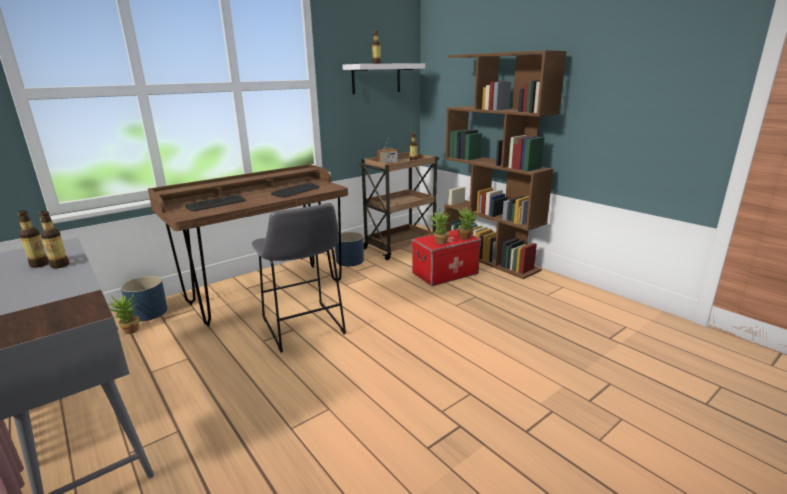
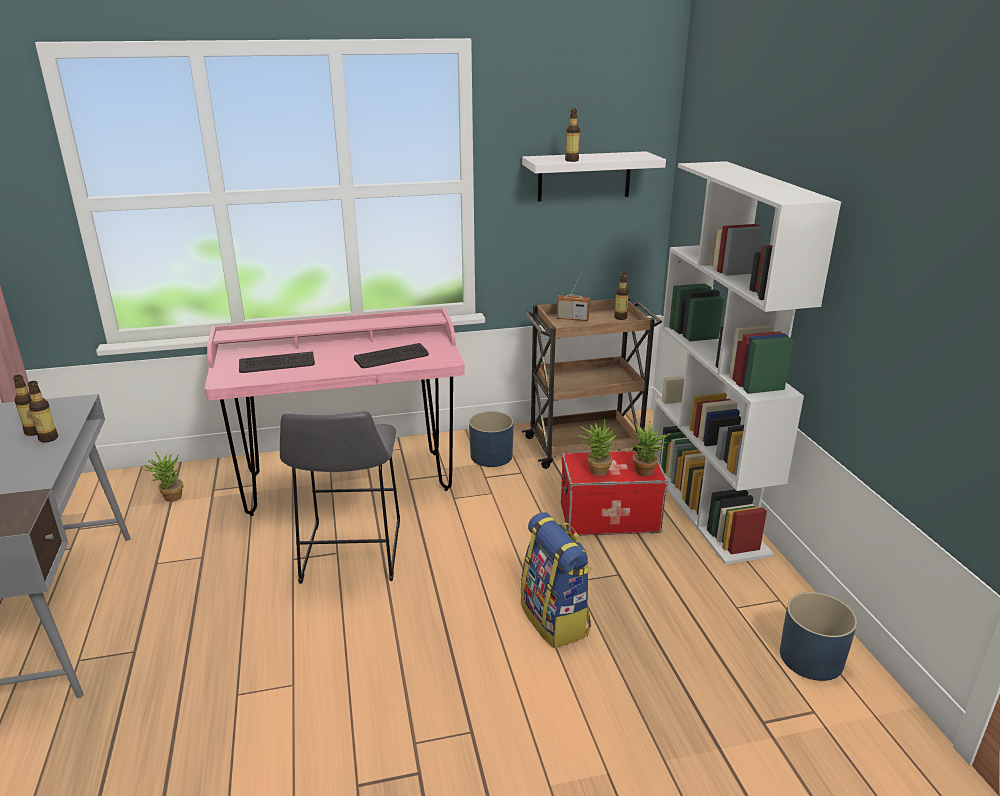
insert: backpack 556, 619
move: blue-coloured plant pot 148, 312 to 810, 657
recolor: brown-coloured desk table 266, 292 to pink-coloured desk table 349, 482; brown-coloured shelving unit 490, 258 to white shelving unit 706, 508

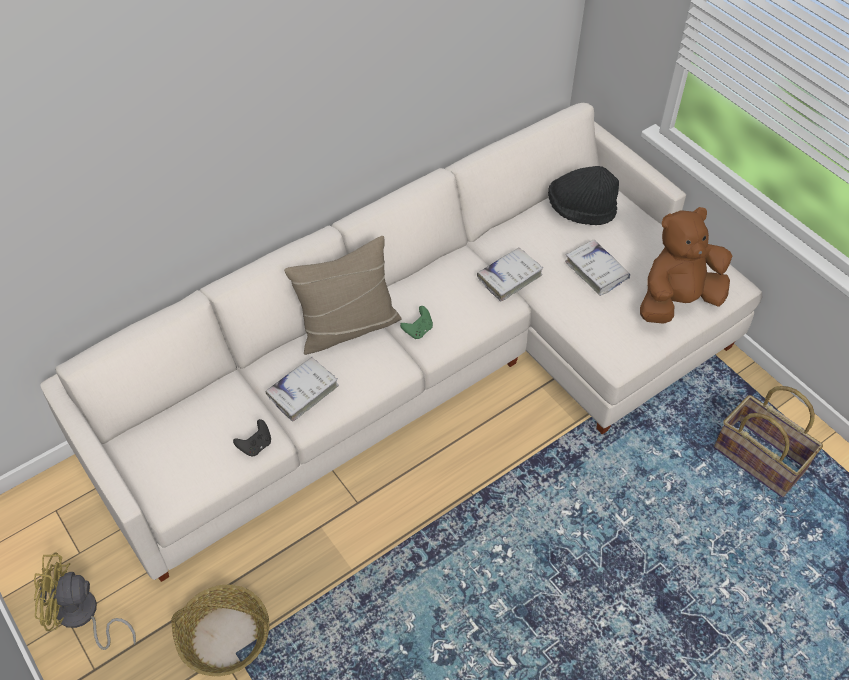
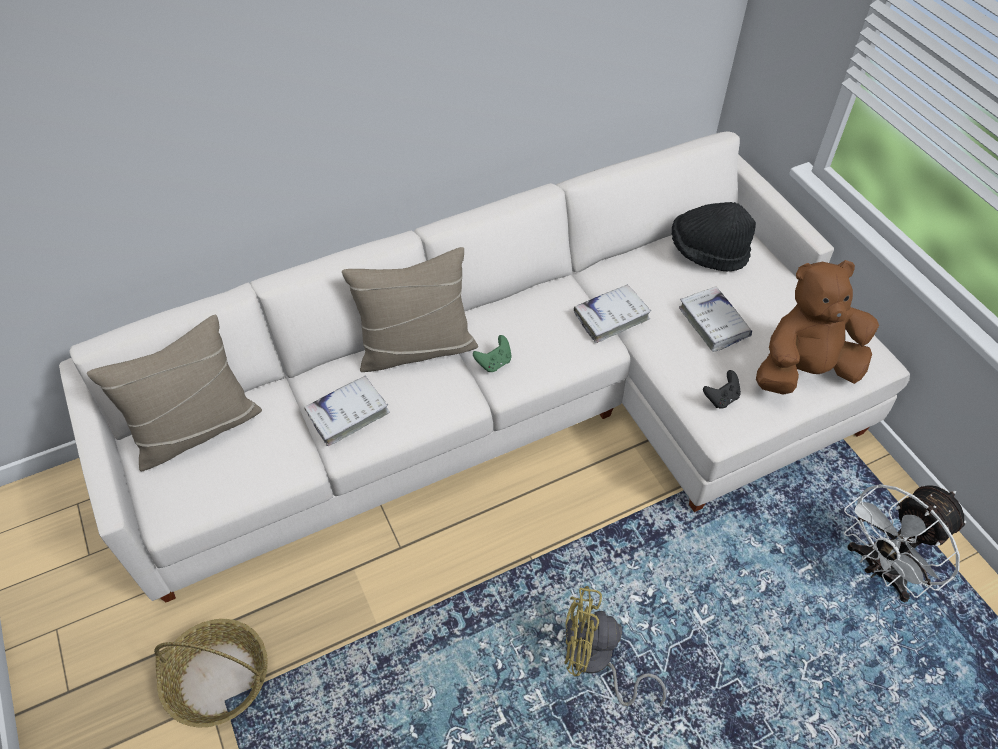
insert: beige throw pillow 196, 429
move: yellow-coloured cooling fan 82, 617 to 596, 661; black-coloured game controller 256, 445 to 721, 398
replace: basket 760, 458 to white cooling fan 879, 570

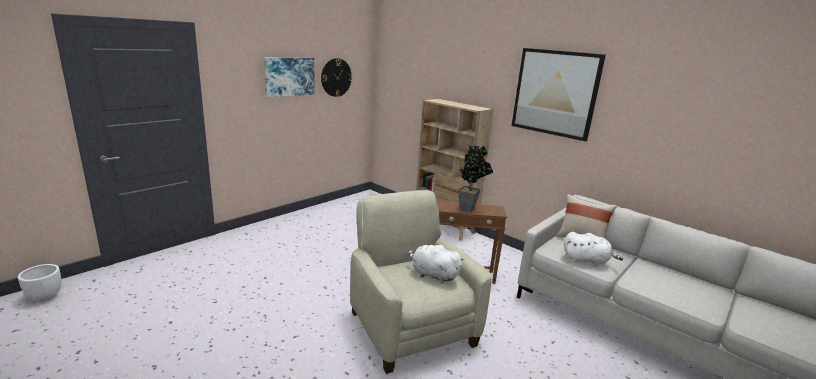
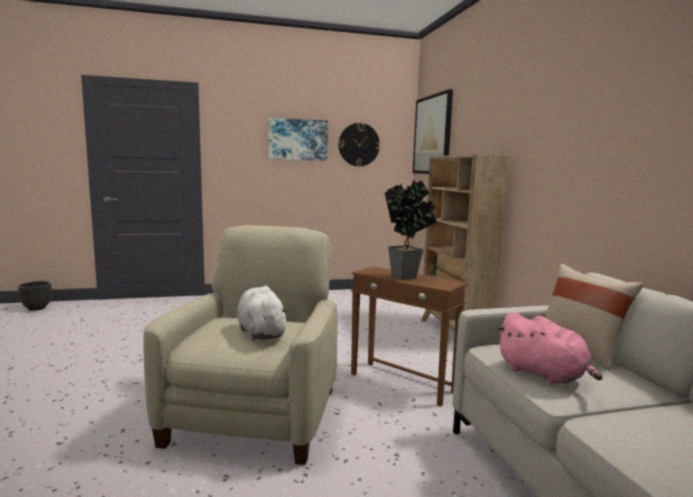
move: wall picture 555, 93 to 432, 135
recolor: white plant pot 45, 296 to black-coloured plant pot 37, 308; white soft toy 587, 260 to pink-coloured soft toy 543, 374

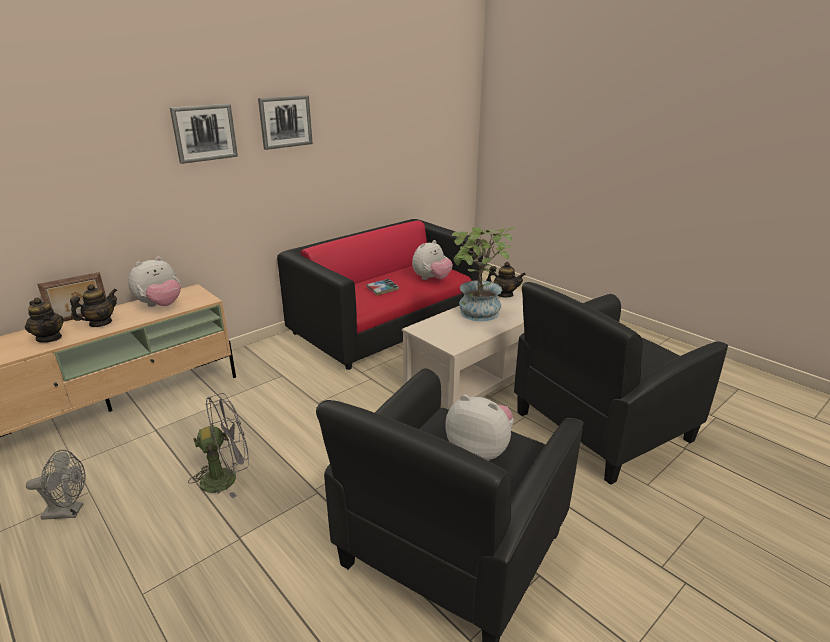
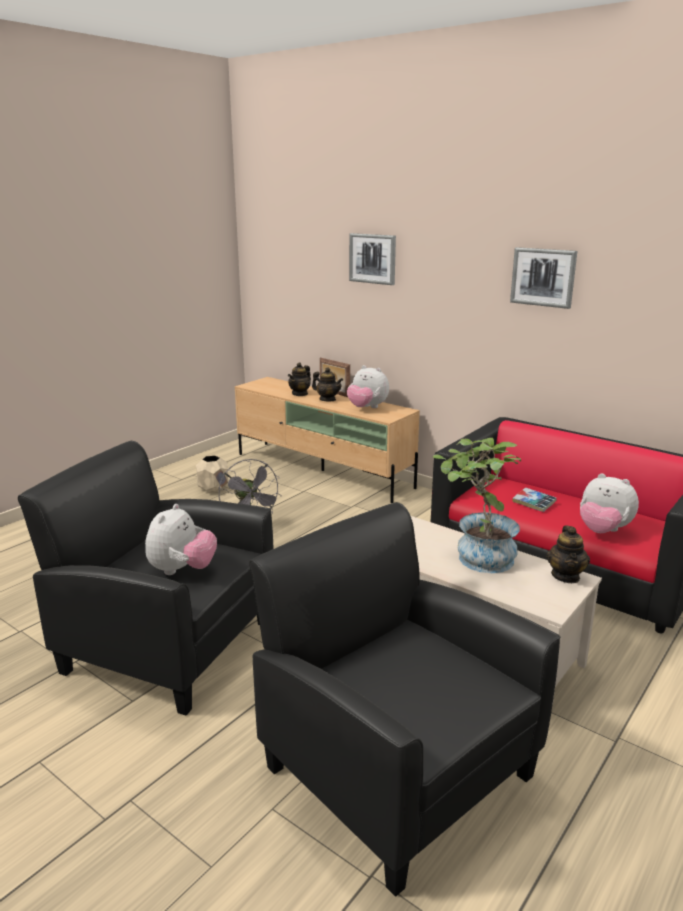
move: wall picture 204, 133 to 372, 258
replace: gray cooling fan 69, 511 to beige plant pot 213, 489

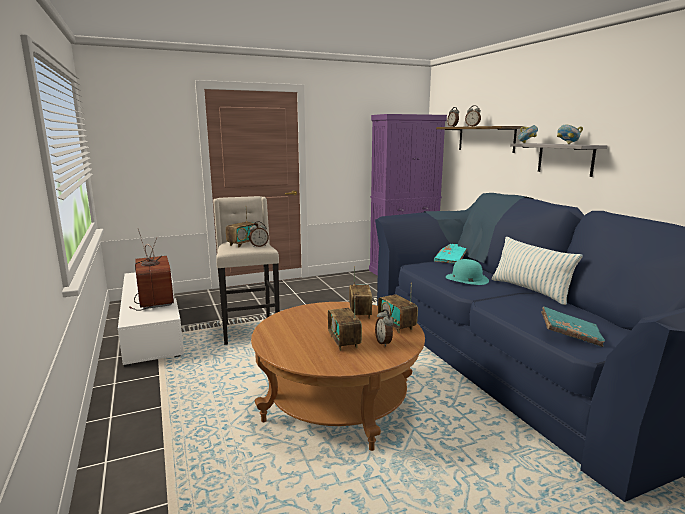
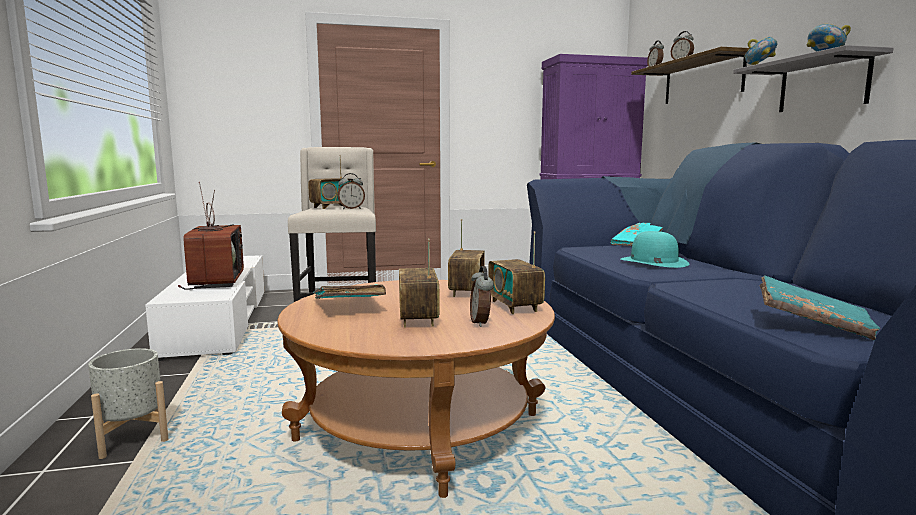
delete: throw pillow 530, 290
insert: gray plant pot 132, 438; turquoise bound book 348, 307

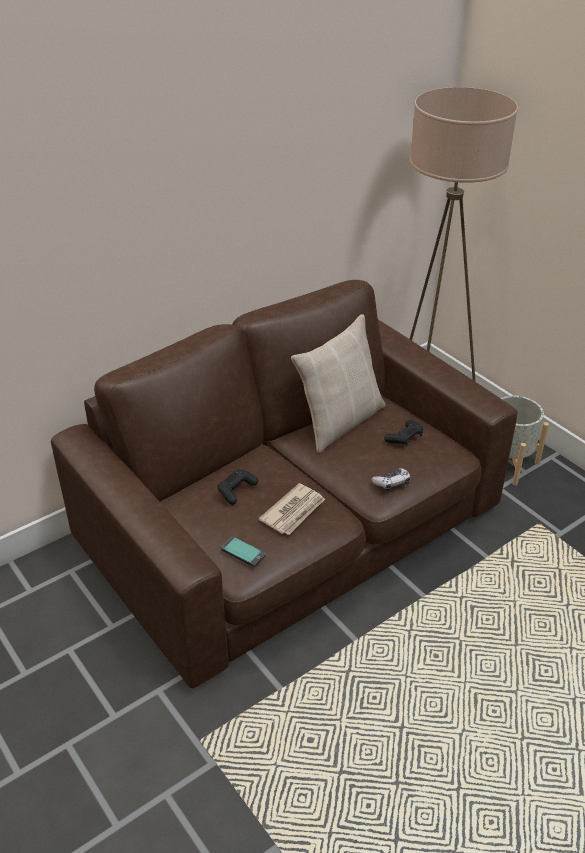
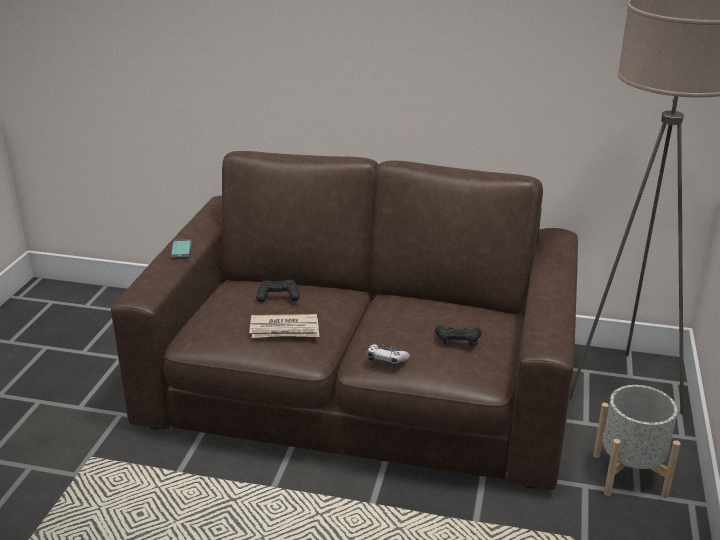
delete: beige throw pillow 340, 422
move: phone 243, 552 to 181, 250

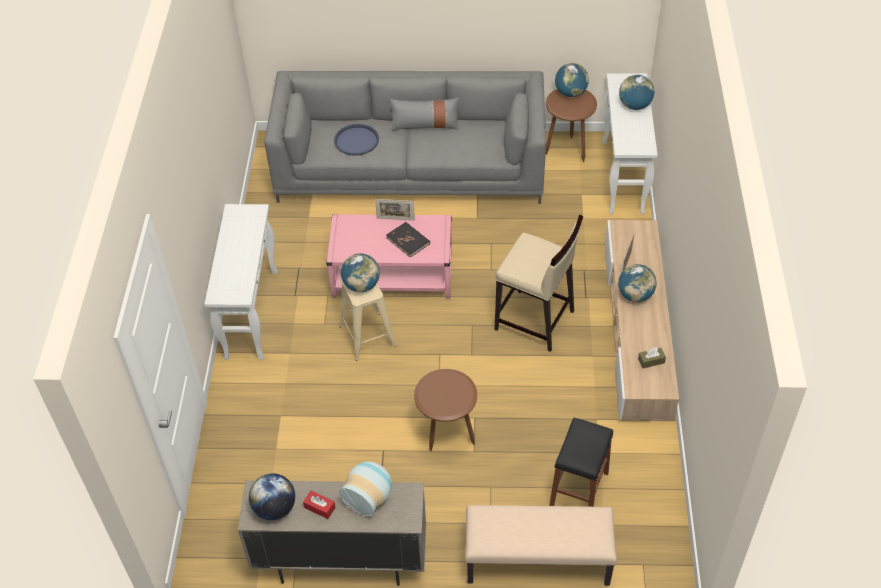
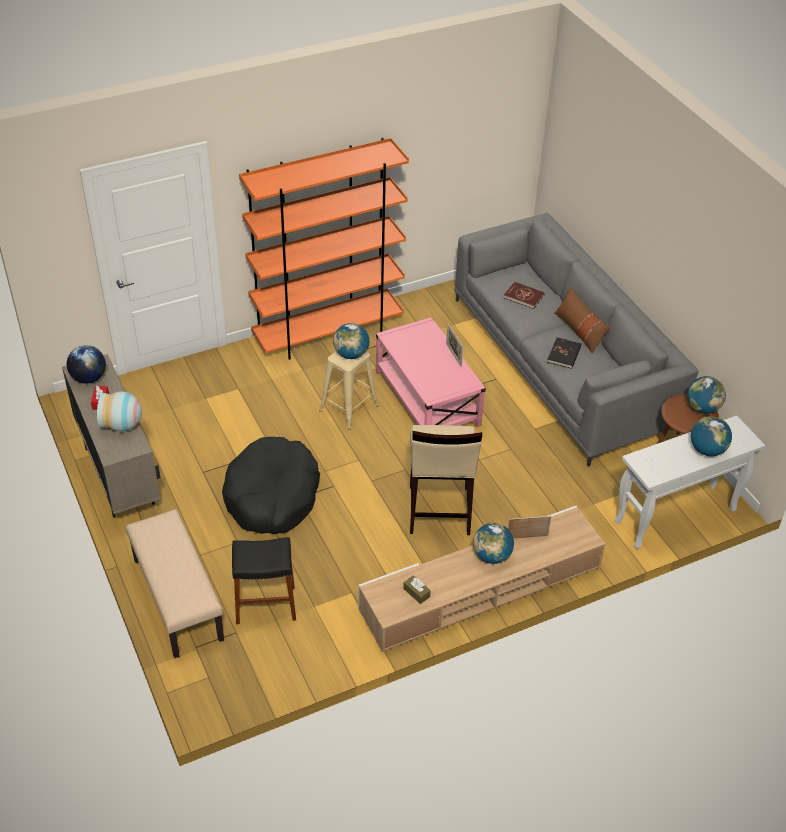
move: black-coloured bound book 408, 241 to 564, 354
replace: brown-coloured accent table 447, 438 to black-coloured dog cushion 272, 496; white narrow table 251, 313 to orange-coloured shelving unit 328, 333; blue-coloured carrying tray 356, 140 to red-coloured bound book 524, 296
recolor: gray throw pillow 425, 125 to brown-coloured throw pillow 579, 331

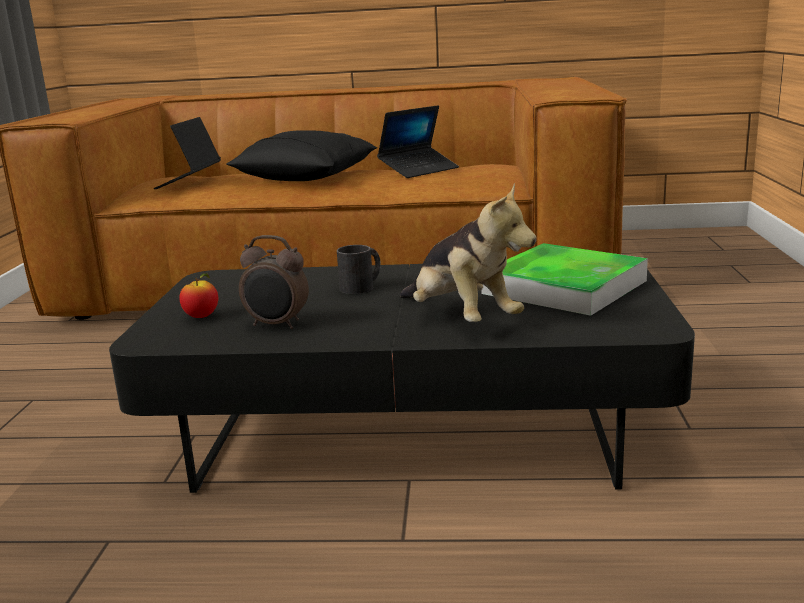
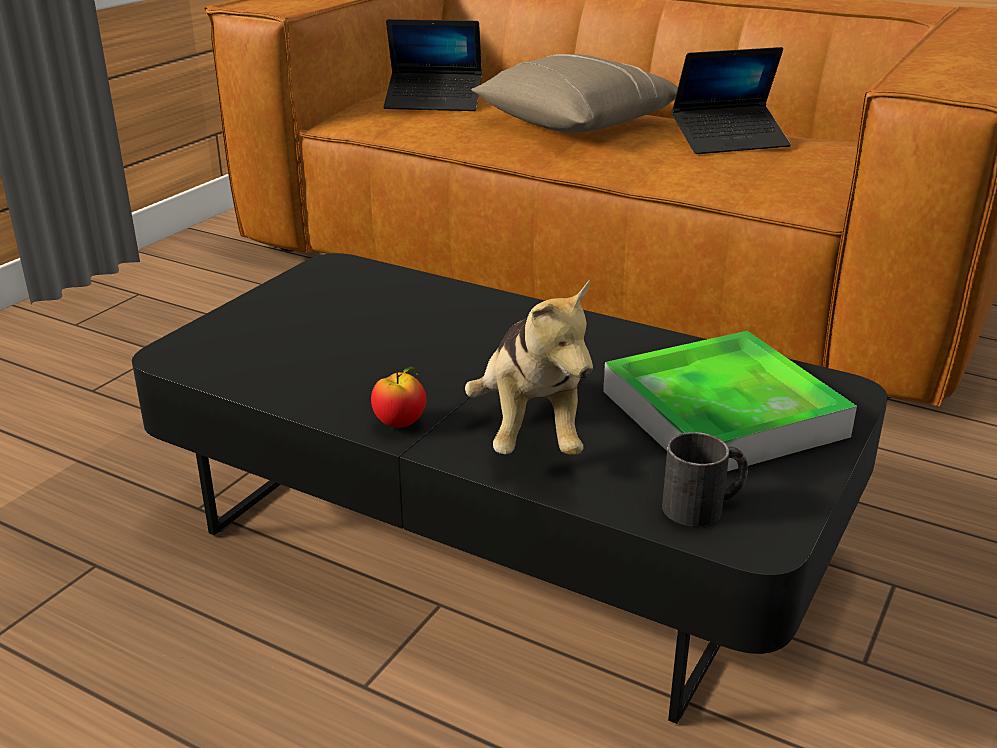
delete: table clock 277, 325
move: whole apple 201, 317 to 400, 423; black-coloured tea mug 362, 286 to 704, 506
recolor: black-coloured throw pillow 306, 177 to beige throw pillow 577, 122
rotate: laptop 189, 182 = 434, 102 120 degrees counterclockwise

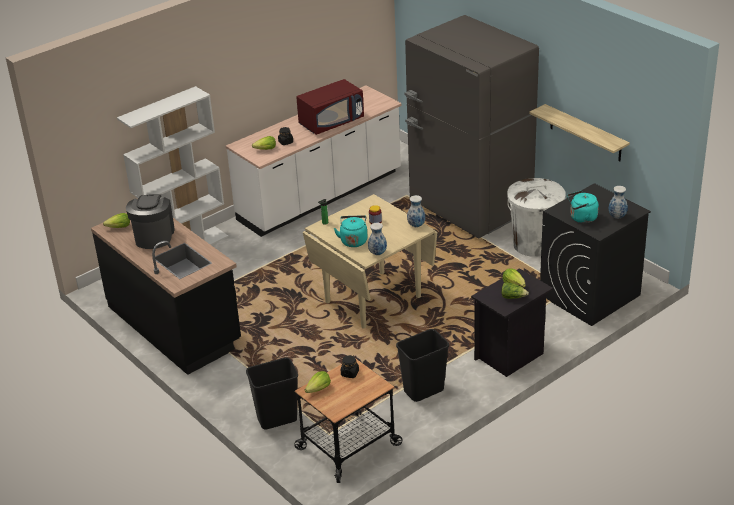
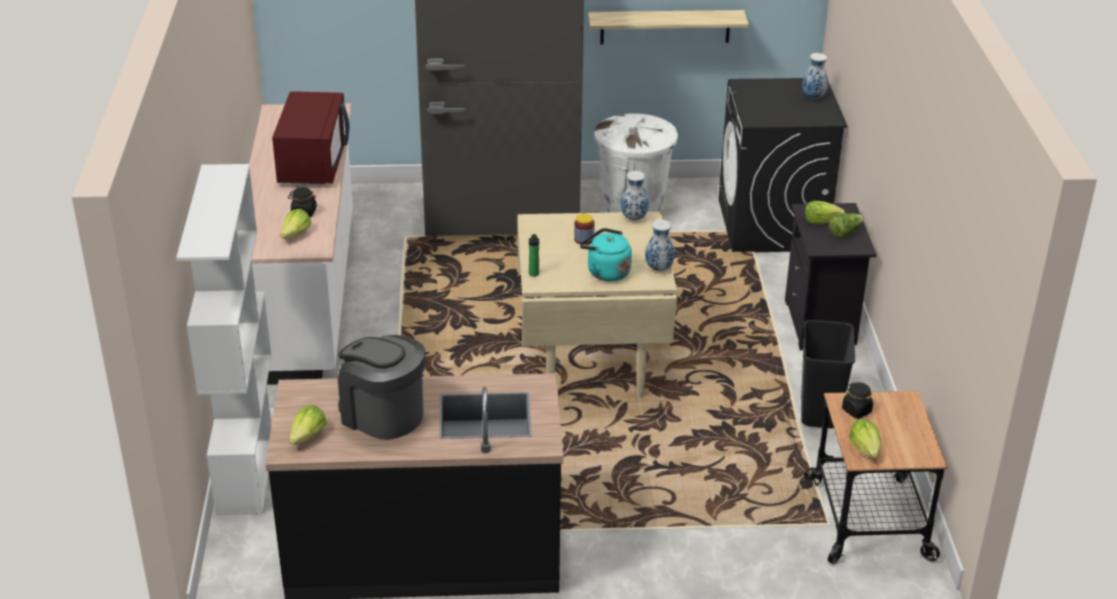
delete: black-coloured rubbish bin 277, 419; turquoise water kettle 581, 218

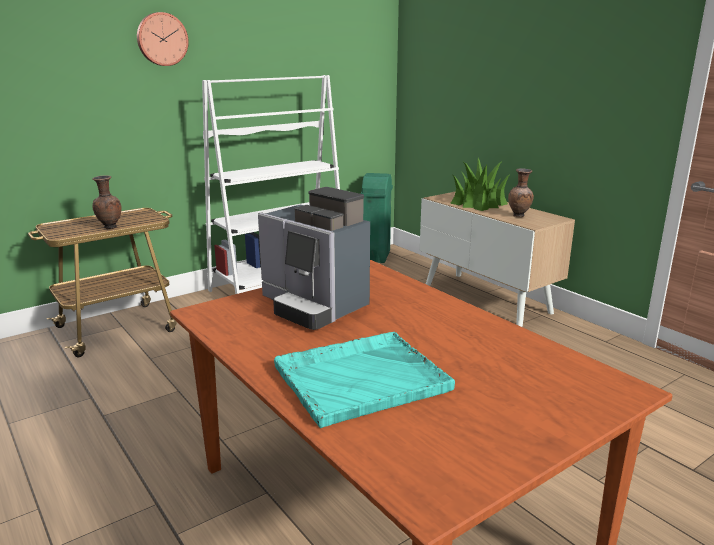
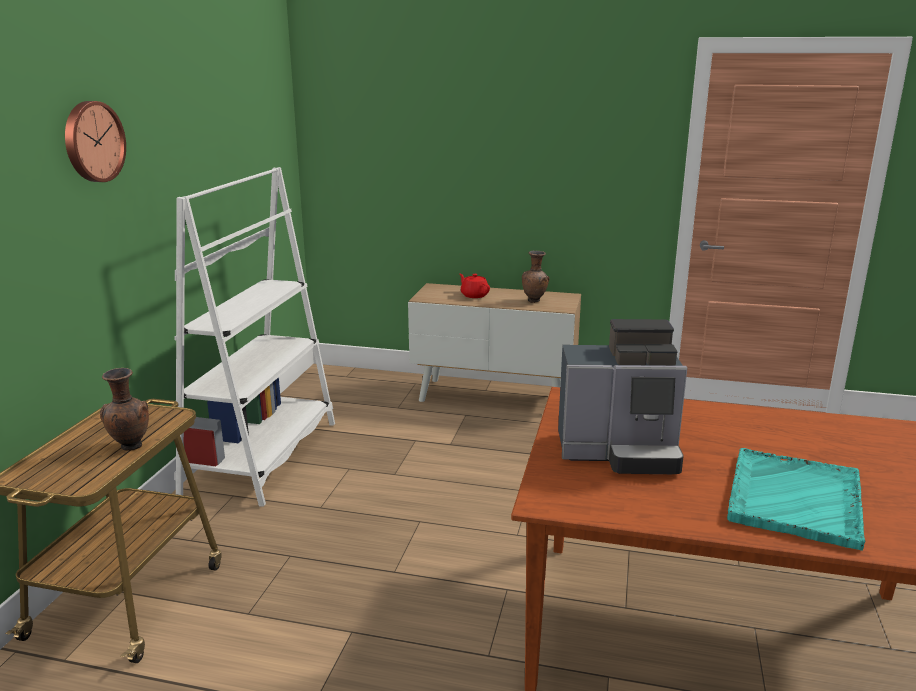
delete: greenish rubbish bin 375, 256
replace: houseplant 479, 203 to red-coloured tea pot 474, 295

